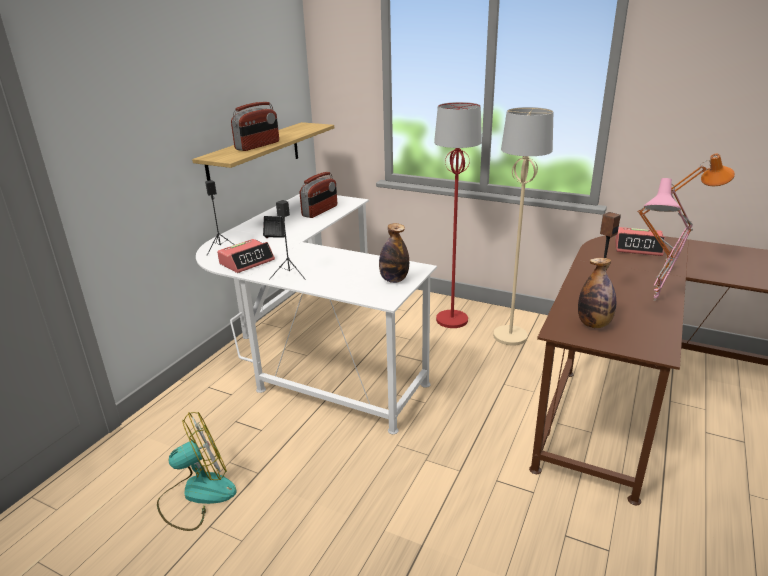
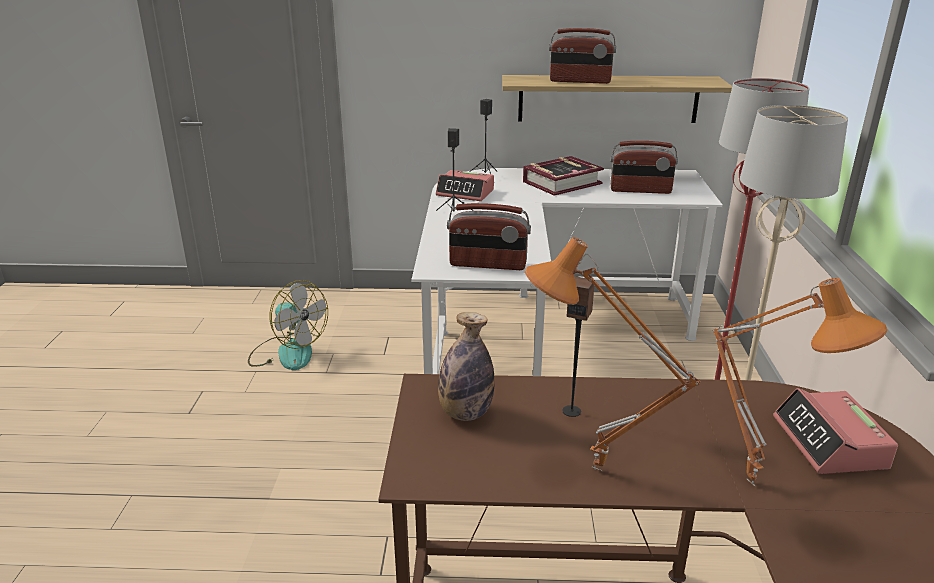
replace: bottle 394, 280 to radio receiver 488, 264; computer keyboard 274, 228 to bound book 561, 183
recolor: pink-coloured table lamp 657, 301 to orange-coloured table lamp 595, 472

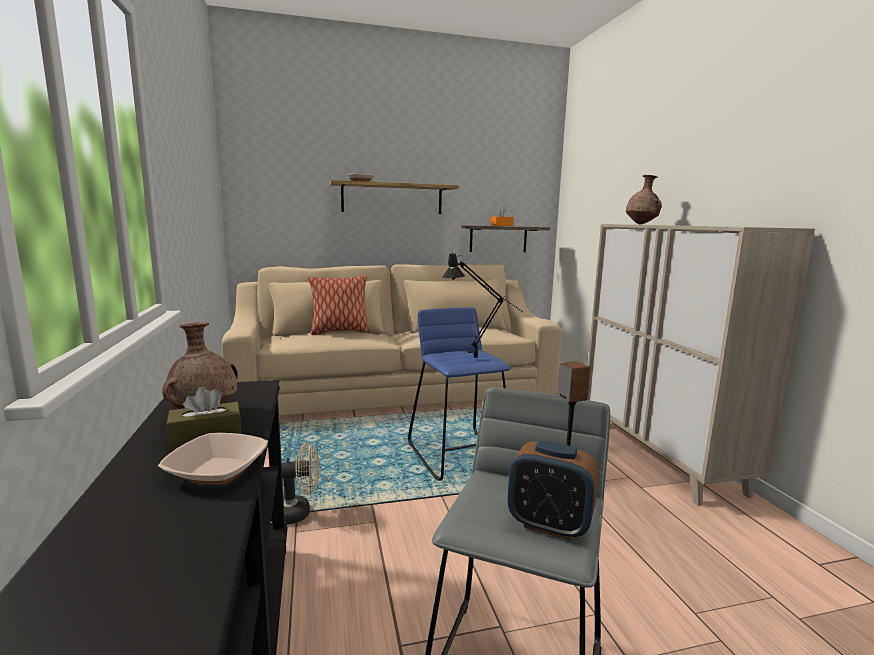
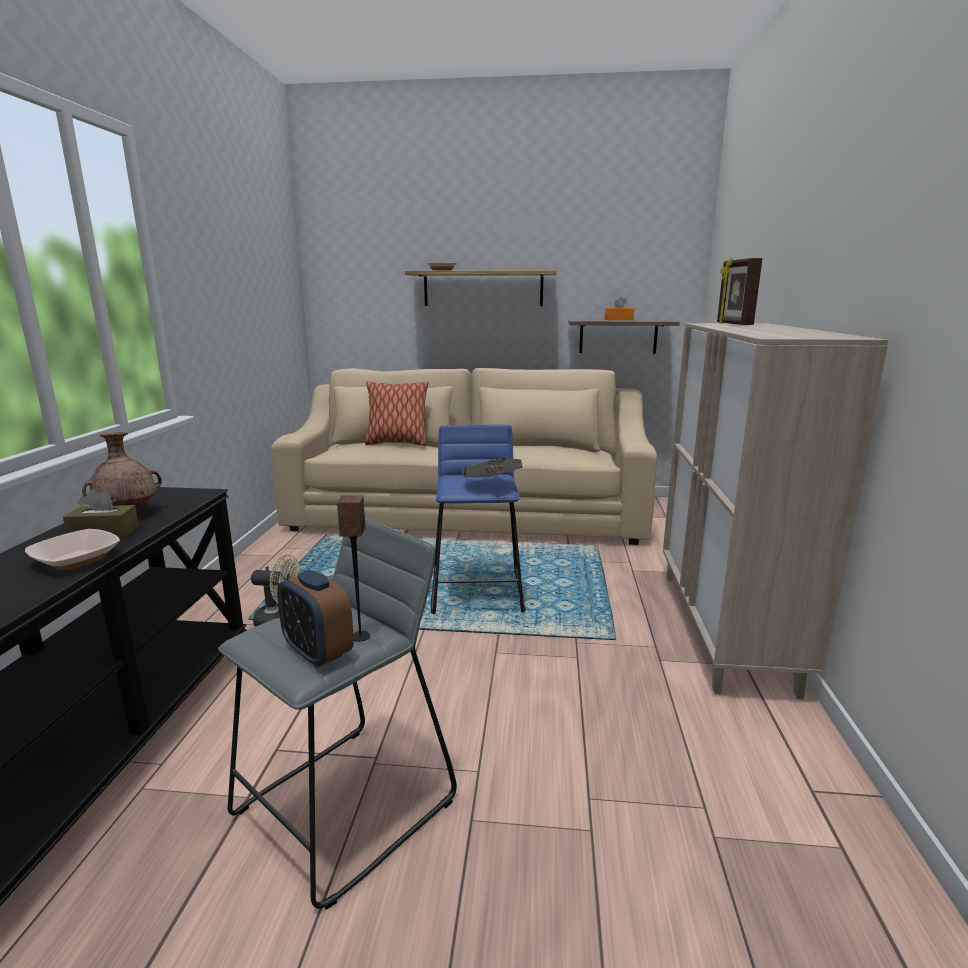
replace: black-coloured table lamp 481, 358 to daily paper 491, 485; brown-coloured decorative vase 641, 224 to photo frame 733, 324

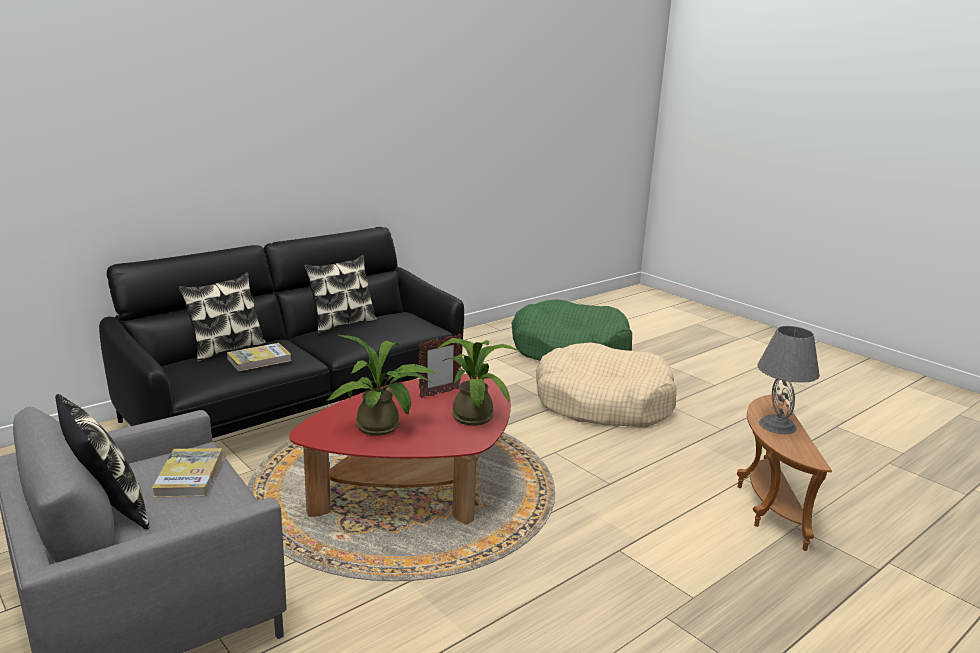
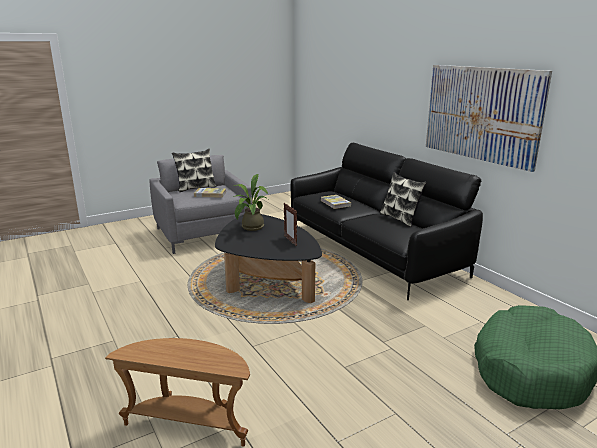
delete: throw pillow 226, 349; houseplant 473, 415; beige dog cushion 603, 403; gray table lamp 777, 425
insert: wall picture 481, 114
recolor: red-coloured low table 418, 489 to black-coloured low table 266, 280

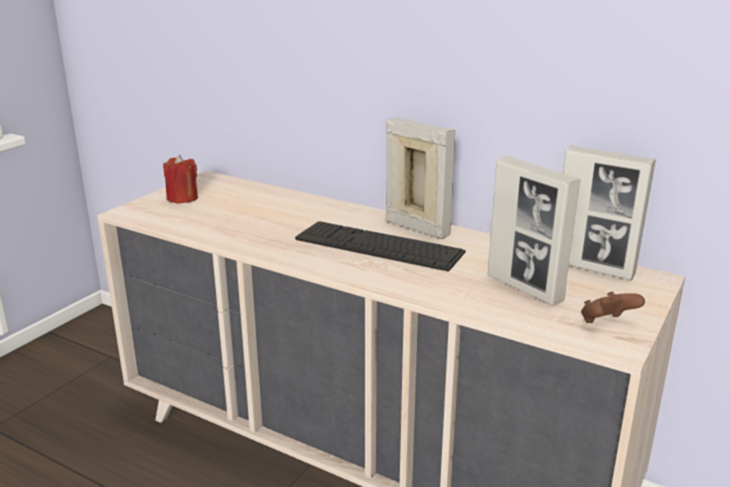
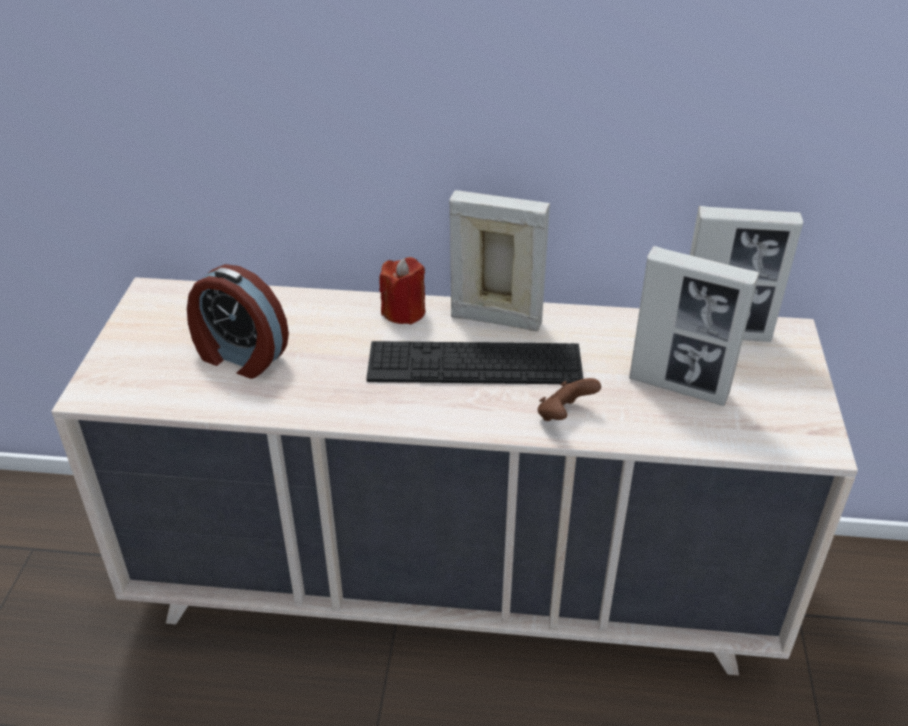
insert: table clock 240, 357
move: red-coloured candle 182, 198 to 404, 312; brown-coloured game controller 606, 323 to 564, 415

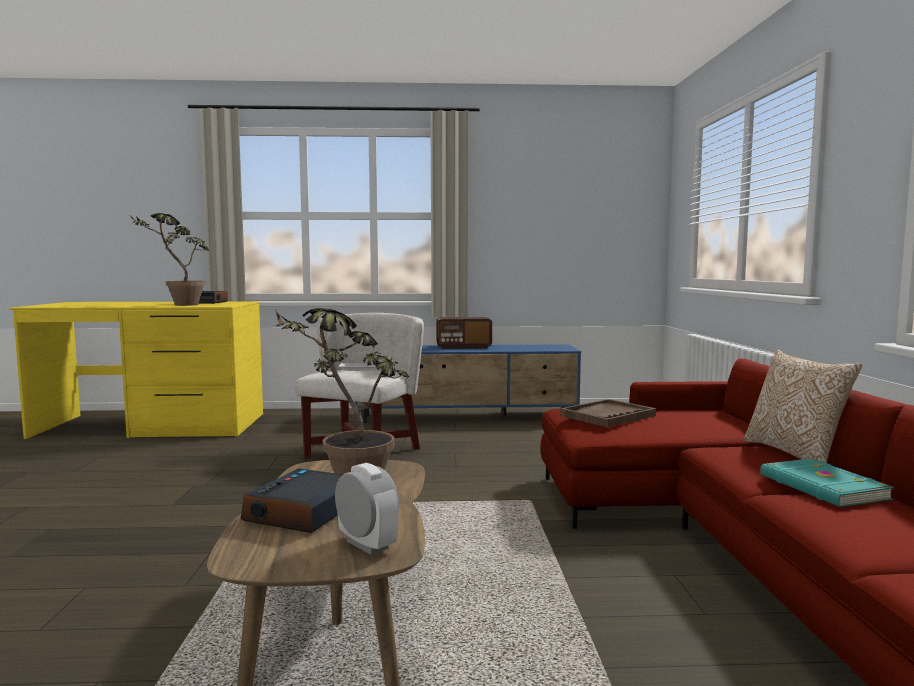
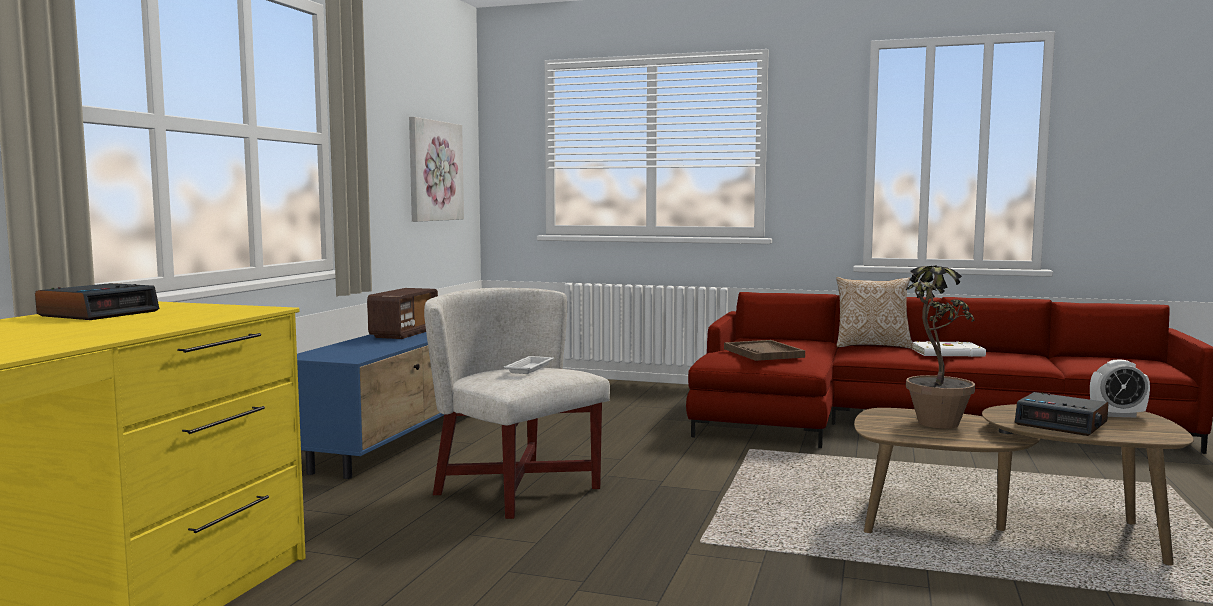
delete: houseplant 177, 305
insert: wall picture 434, 171
recolor: turquoise bound book 822, 487 to white bound book 948, 353
rotate: table clock 367, 544 = 1117, 415 150 degrees counterclockwise

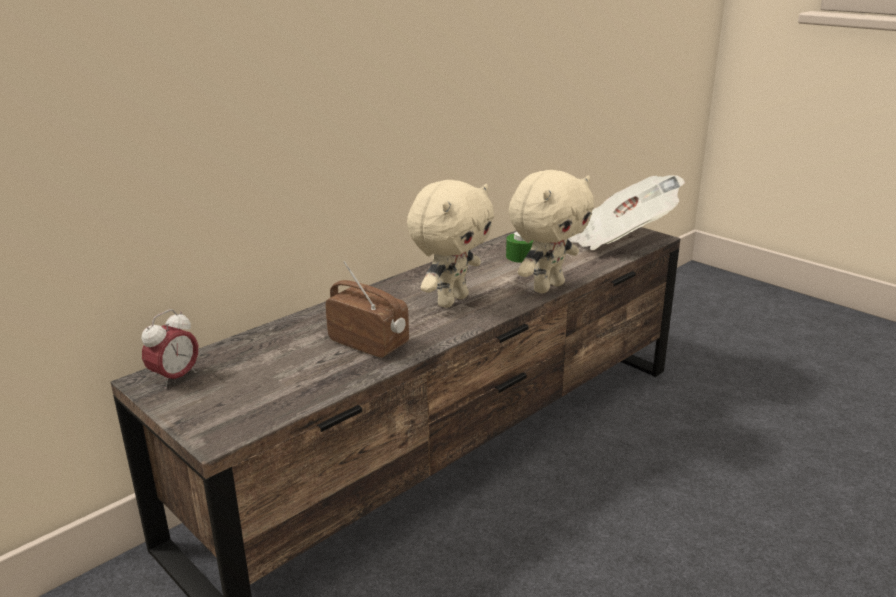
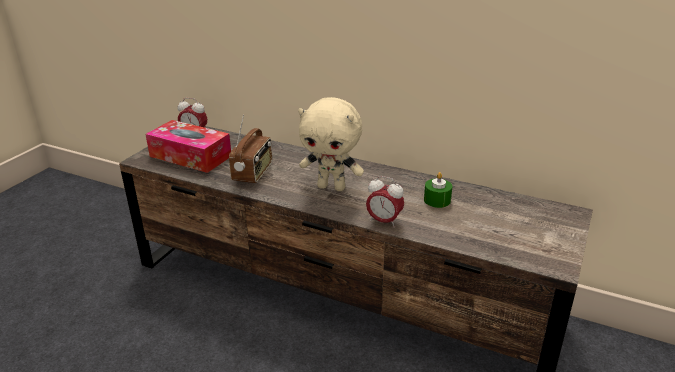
delete: daily paper 618, 240
insert: box of tissues 190, 156
replace: beige soft toy 547, 287 to table clock 384, 221

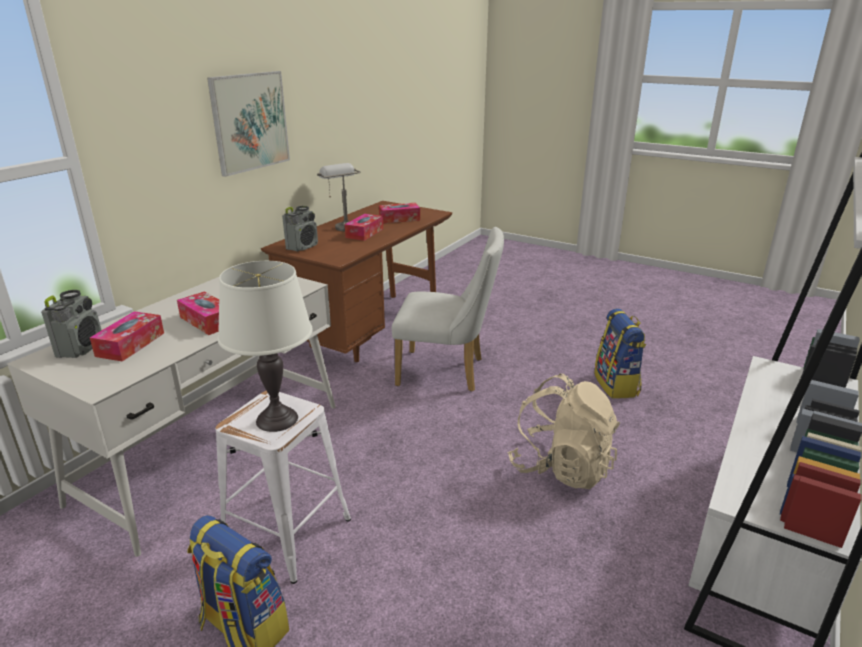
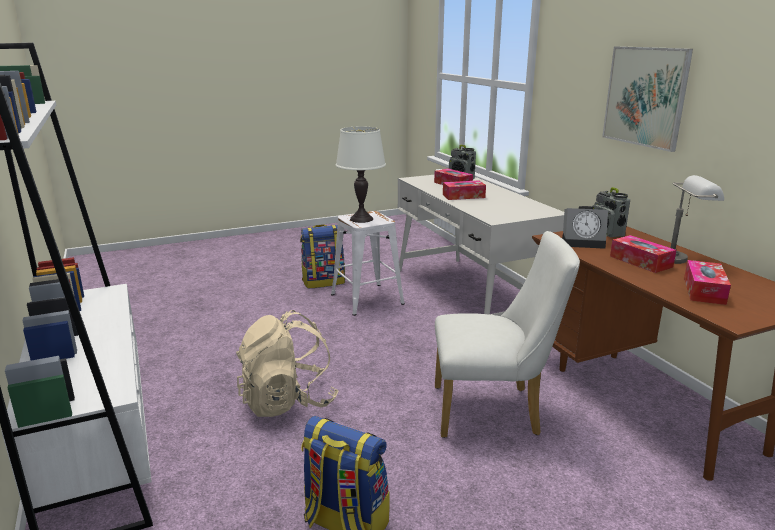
insert: table clock 584, 242
rotate: white plain chair 447, 372 = 494, 411 135 degrees counterclockwise

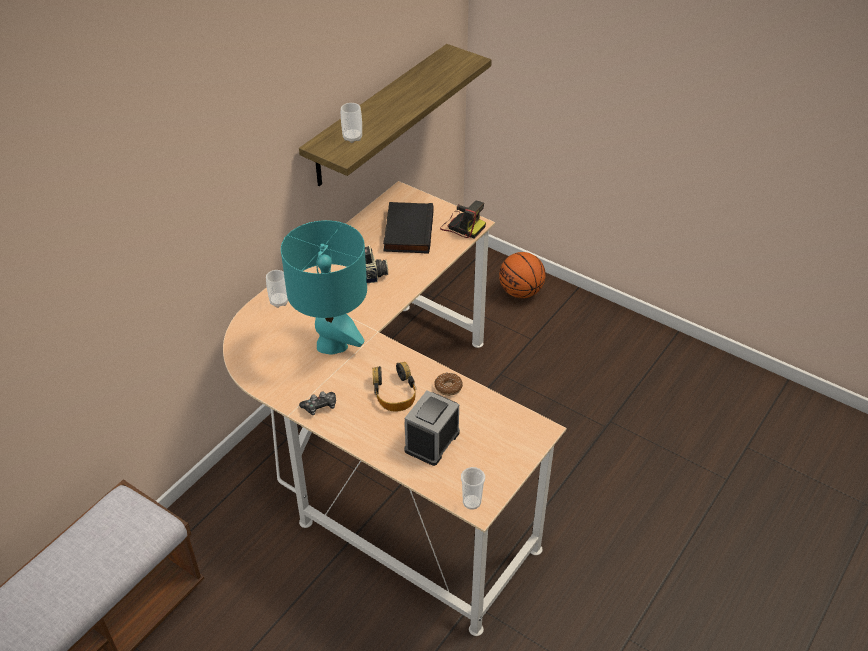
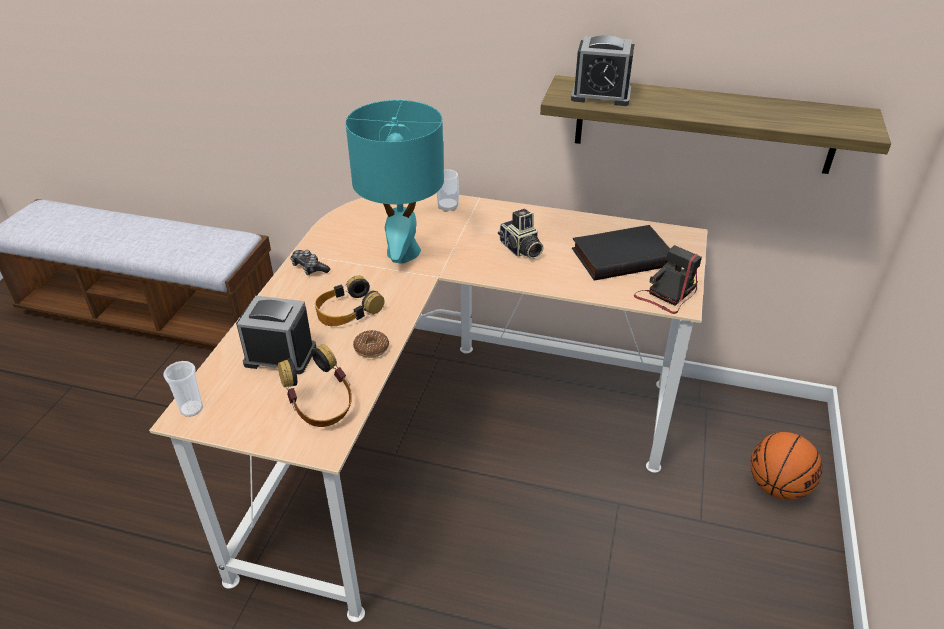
insert: headphones 321, 407
replace: small cup 352, 138 to table clock 601, 95
rotate: still camera 462, 226 = 667, 294 150 degrees counterclockwise

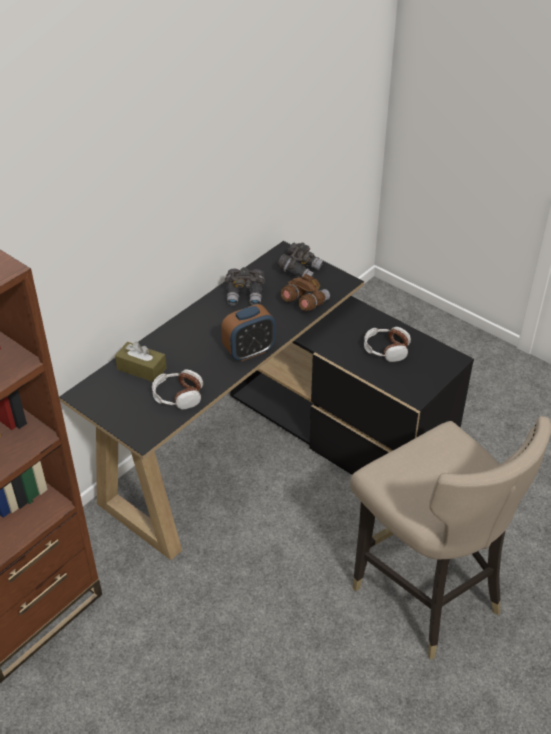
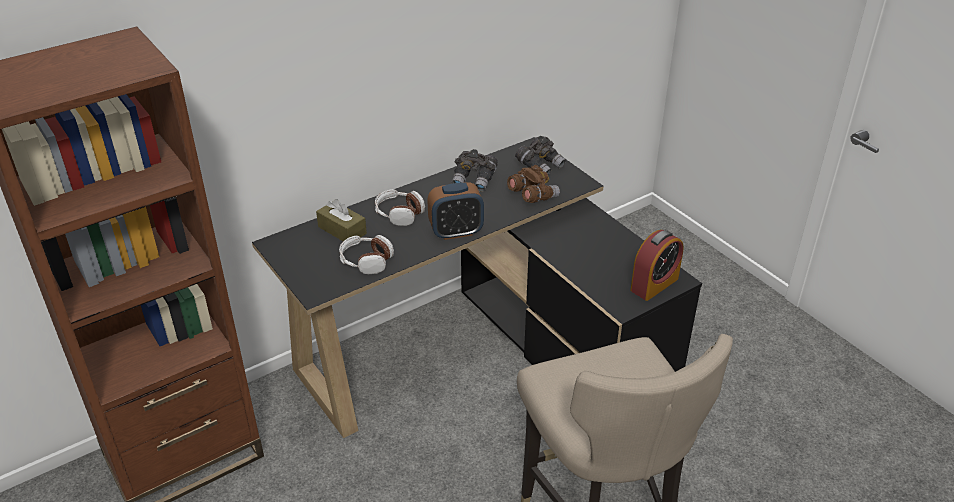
insert: table clock 654, 284
move: headphones 386, 350 to 399, 214

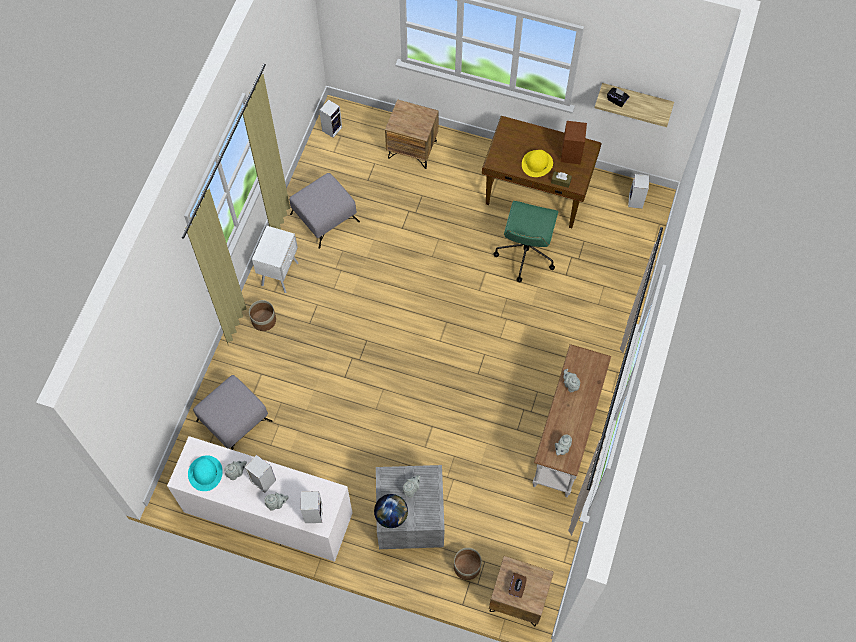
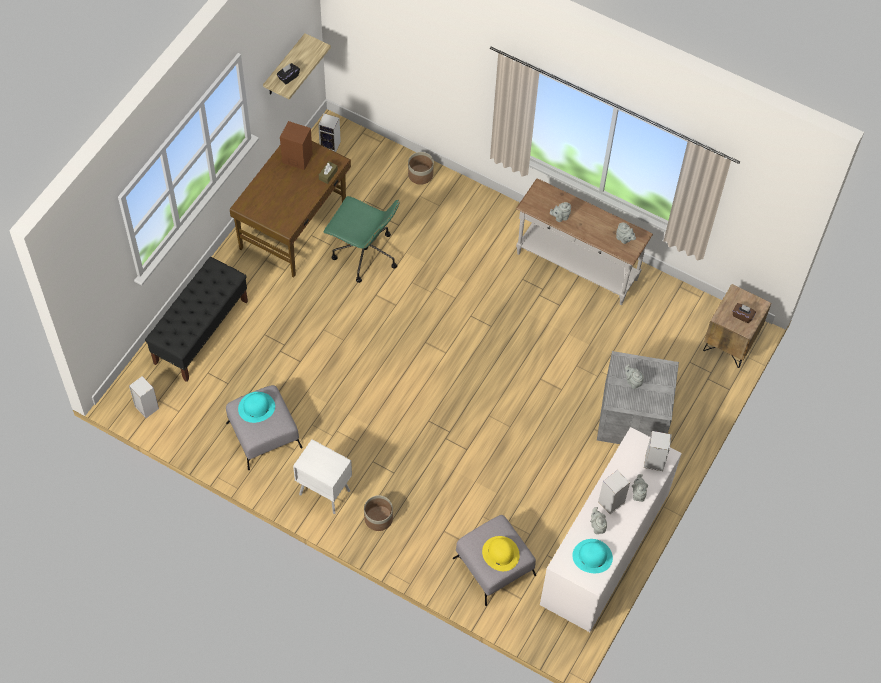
delete: desk globe 391, 515
insert: turquoise hat 256, 407
move: plant pot 467, 567 to 420, 174; yellow-coloured hat 537, 163 to 500, 553
replace: brown-coloured bedside table 412, 149 to black-coloured long seat 201, 331

